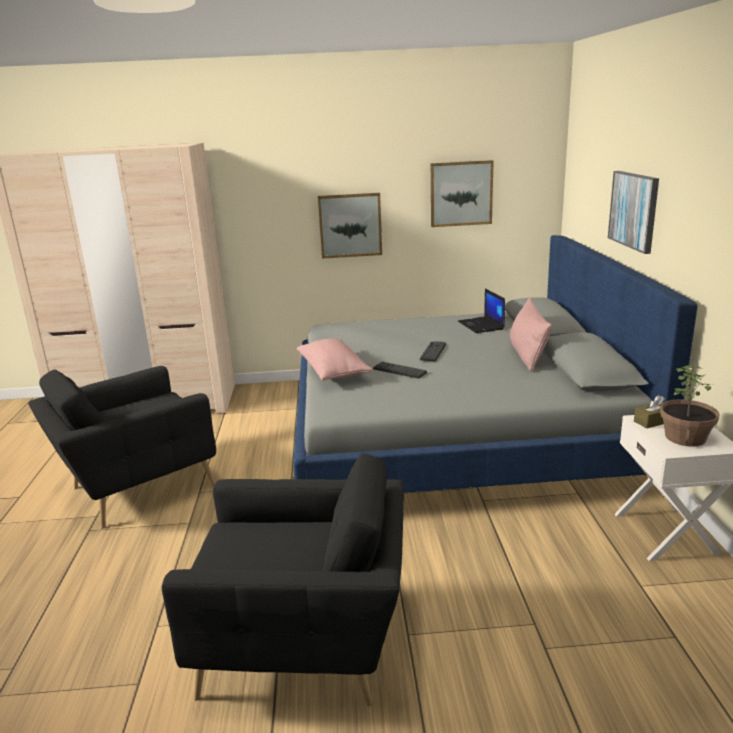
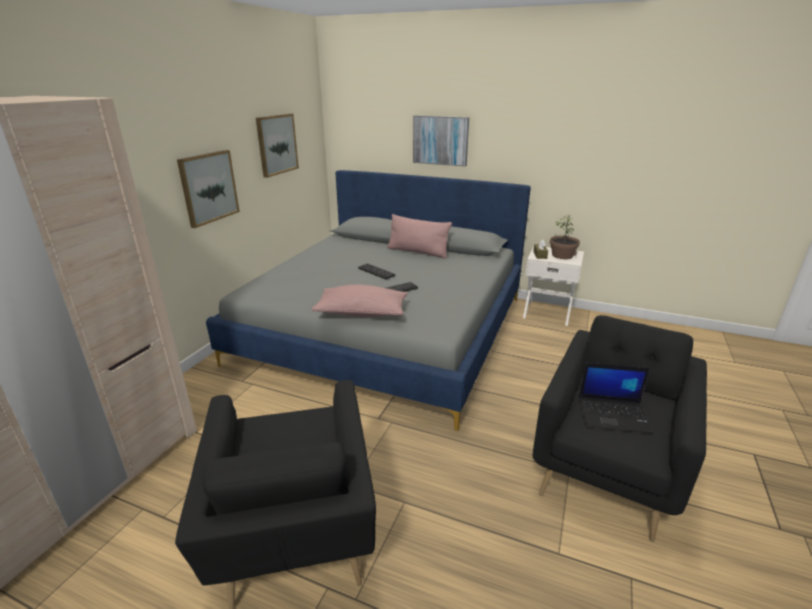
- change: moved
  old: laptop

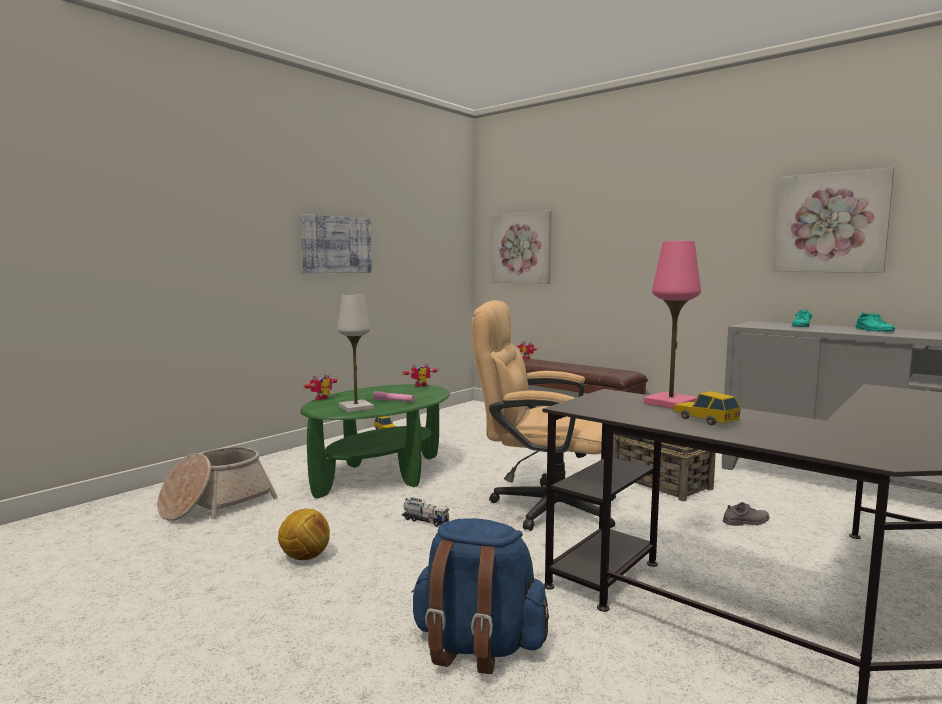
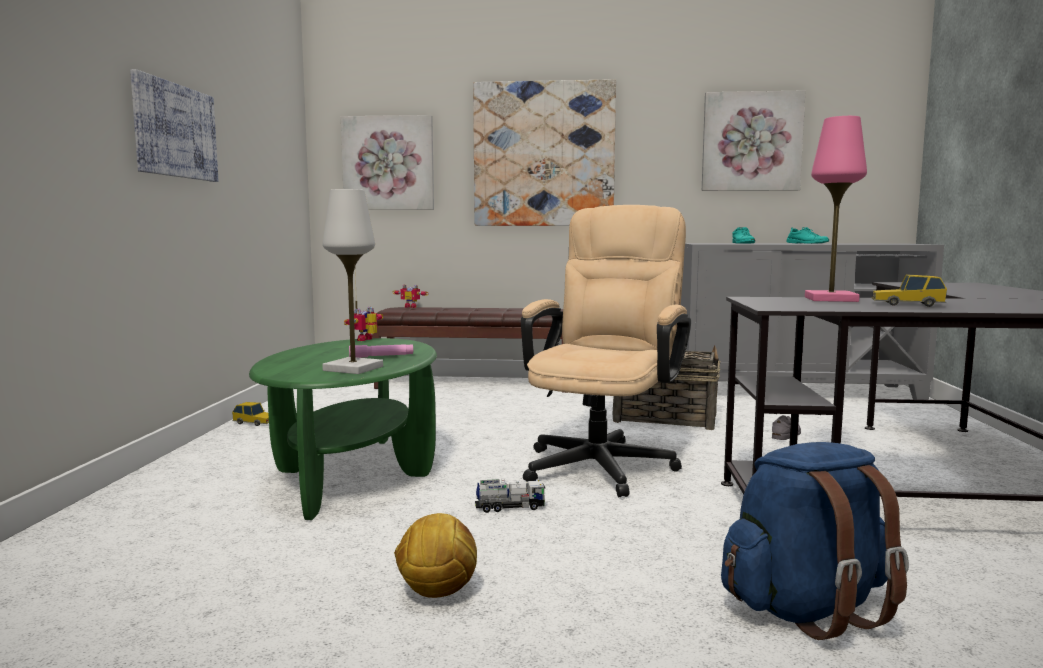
- change: added
  new: wall picture (3rd from left)
- change: turned
  old: beige office chair
  degrees: 135
- change: removed
  old: storage basket (1st from left)
- change: removed
  old: toy robot (1st from left)

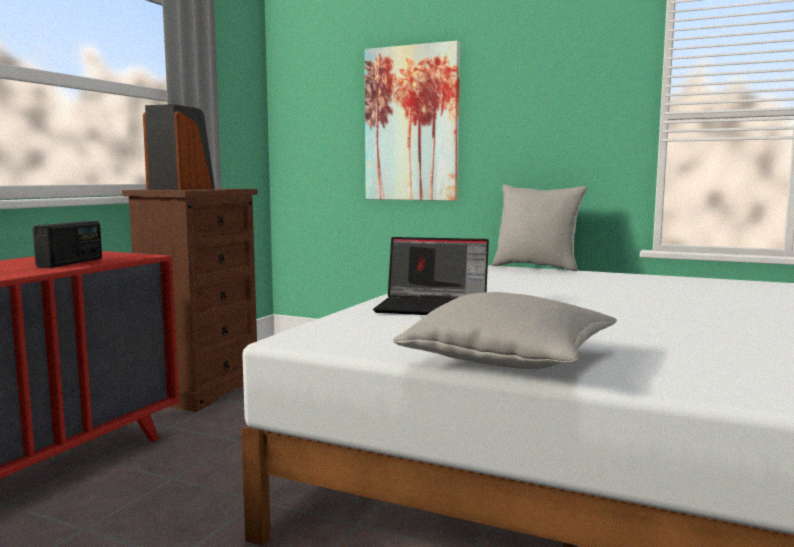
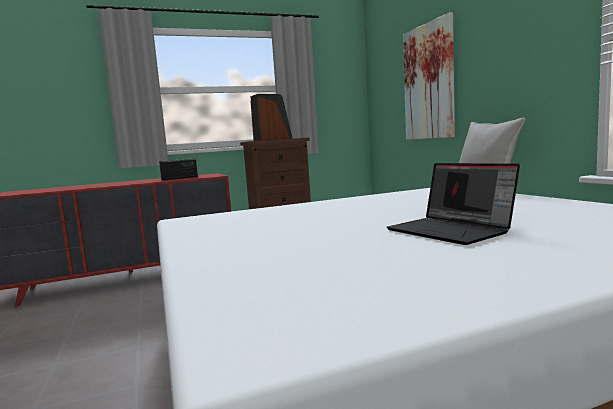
- change: moved
  old: laptop
- change: removed
  old: grey pillow (1st from left)

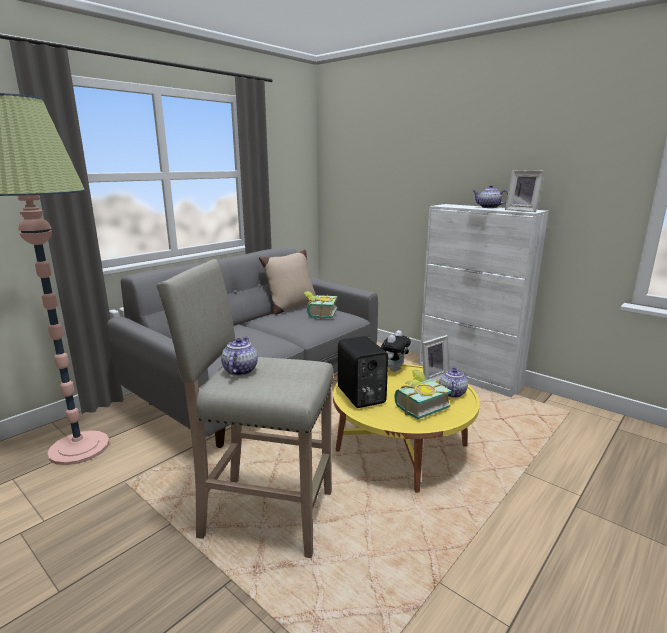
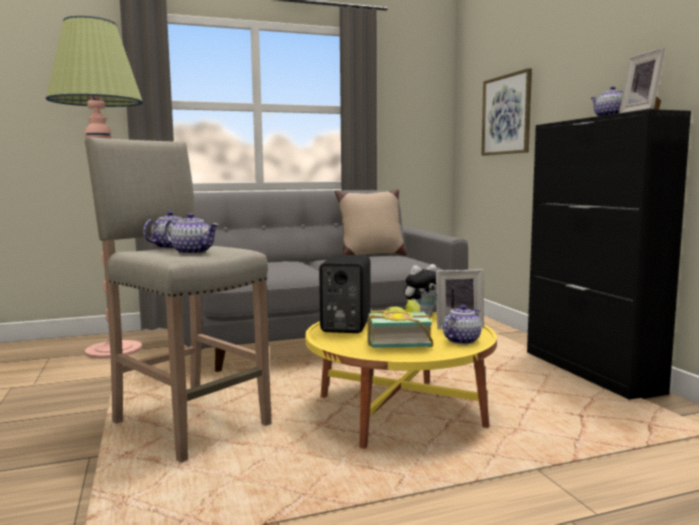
- change: added
  new: tea pot (2nd from left)
- change: added
  new: wall picture
- change: recoloured
  old: white-coloured cabinet
  new: black-coloured cabinet
- change: removed
  old: bound book (1st from left)

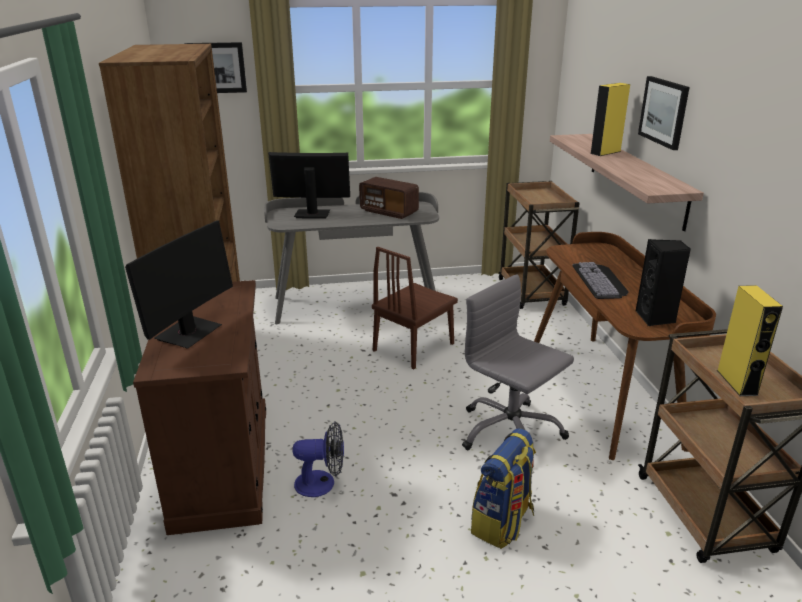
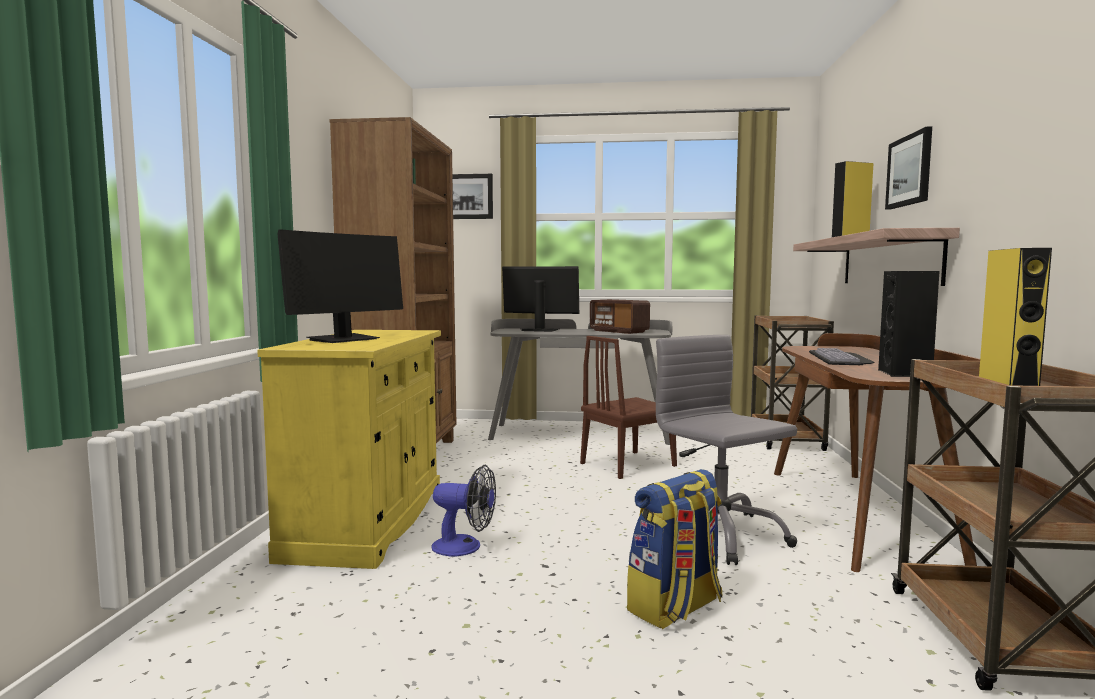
- change: recoloured
  old: brownish cabinet
  new: yellow cabinet

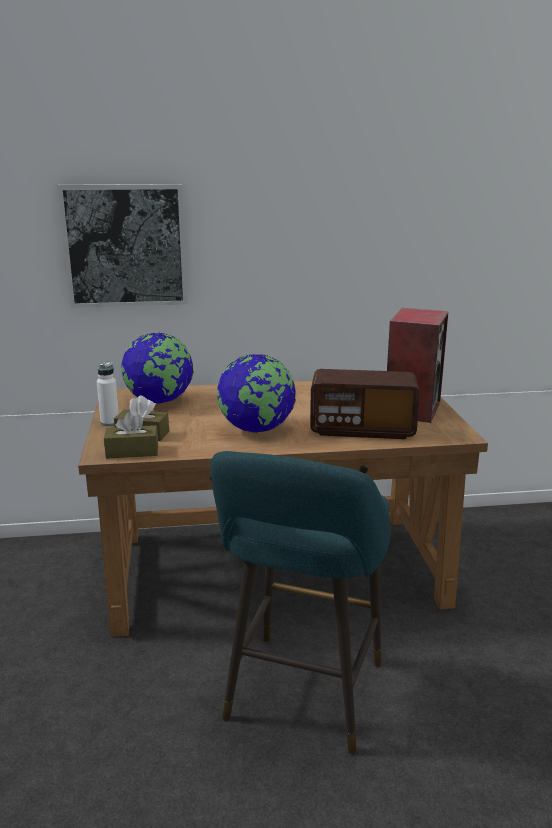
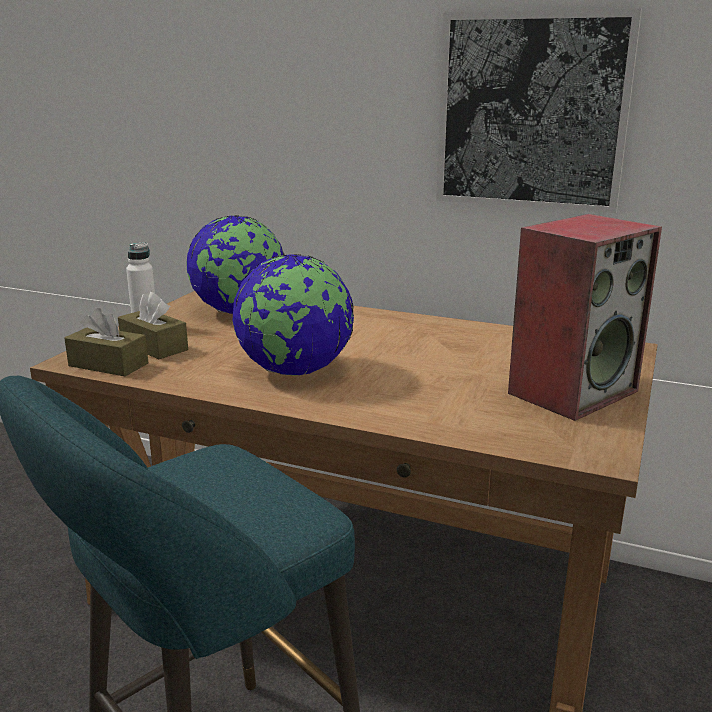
- change: moved
  old: wall picture
- change: removed
  old: radio receiver

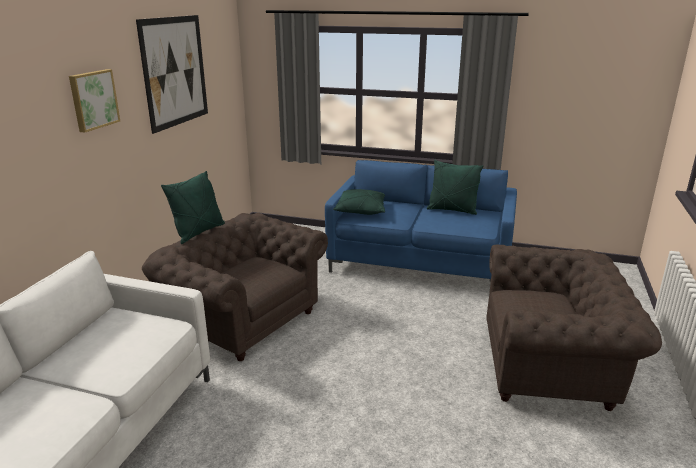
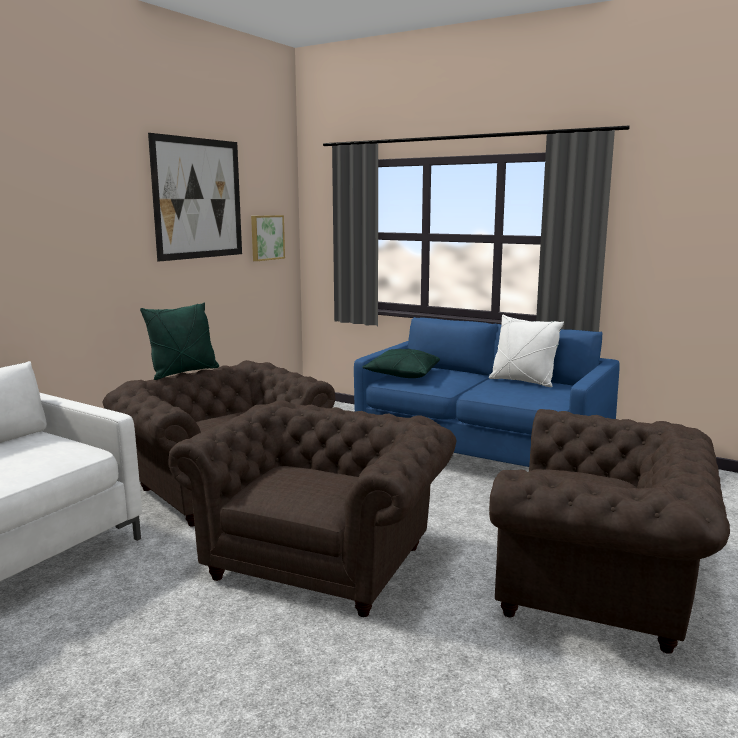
- change: added
  new: brownish easy chair (2nd from left)
- change: moved
  old: wall picture (1st from left in the first image)
  new: wall picture (2nd from left)
- change: recoloured
  old: green-coloured pillow (3rd from left)
  new: white-coloured pillow

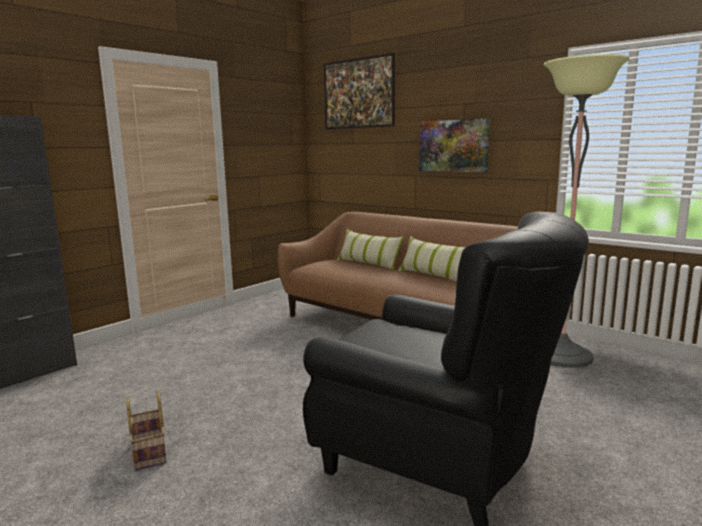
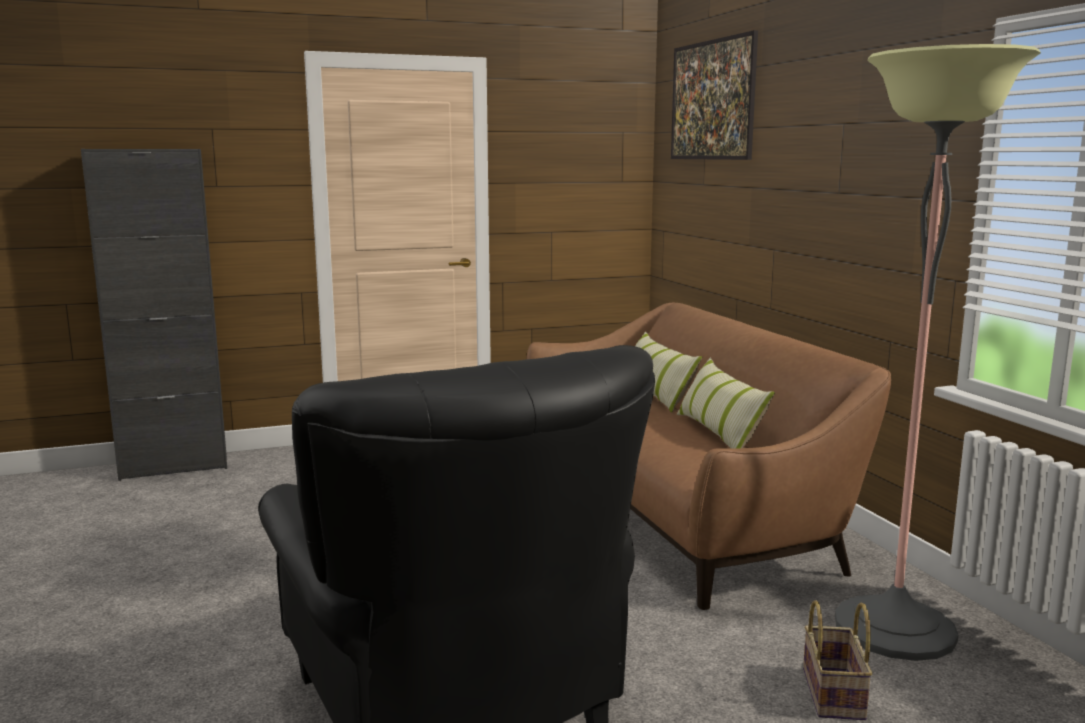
- change: moved
  old: storage basket
- change: removed
  old: wall picture (2nd from left)

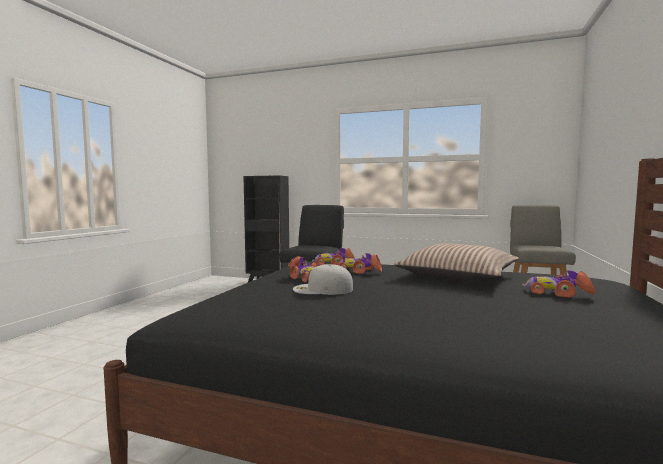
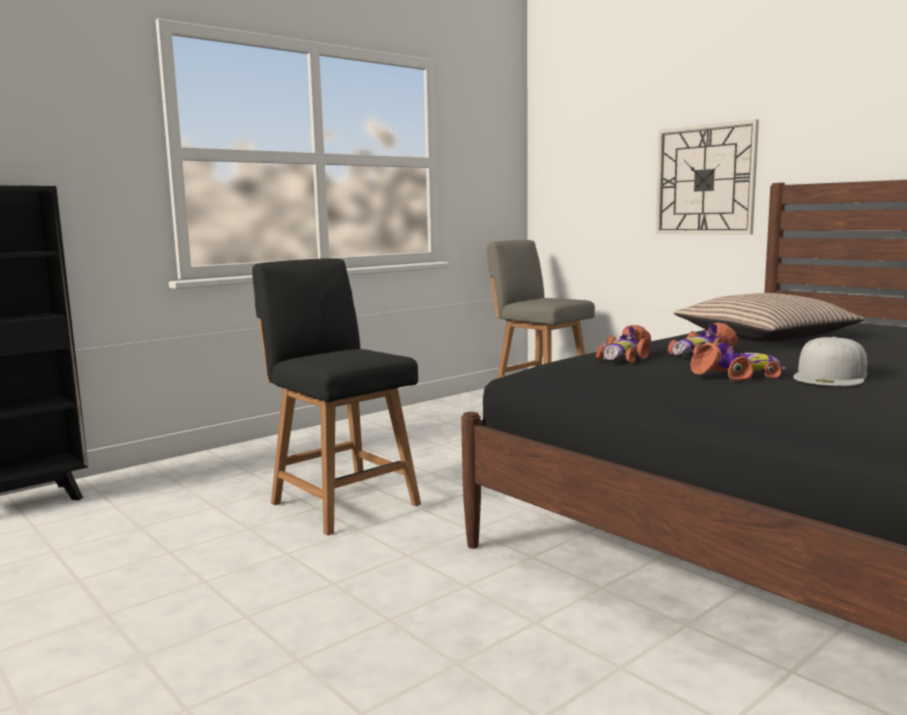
- change: added
  new: wall clock
- change: removed
  old: miniature car (4th from left)

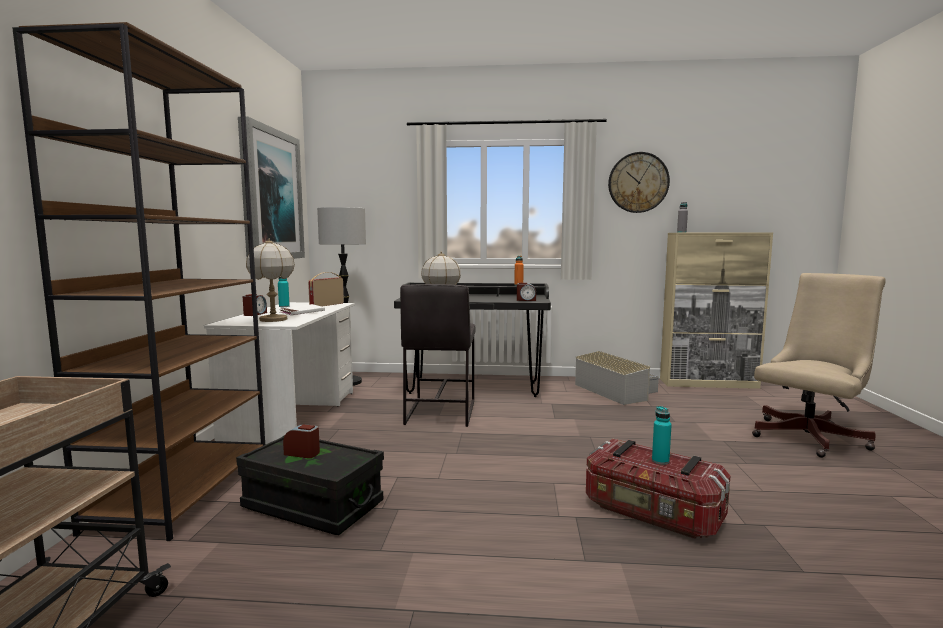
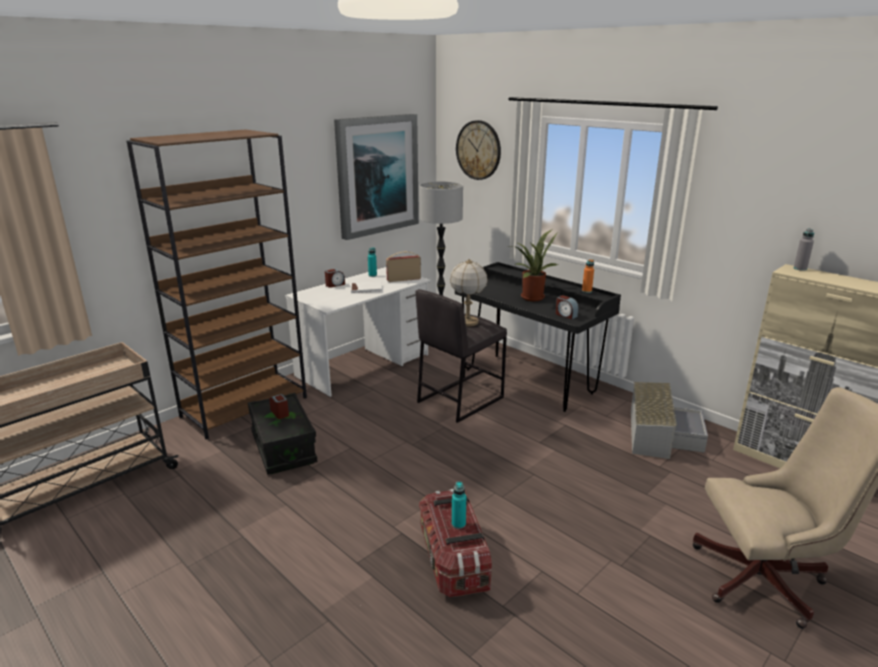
- change: moved
  old: wall clock
- change: added
  new: houseplant
- change: removed
  old: lamp for a table (1st from left)

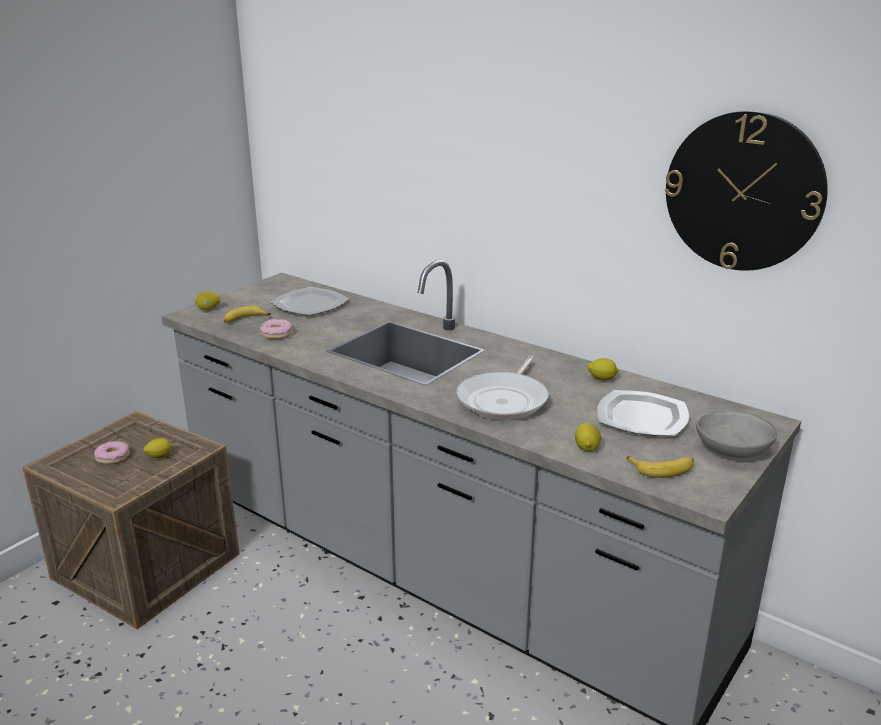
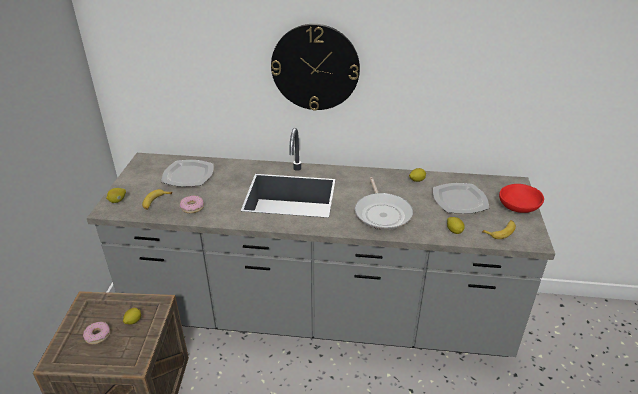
- change: moved
  old: wall clock
- change: recoloured
  old: grey serving bowl
  new: reddish serving bowl

